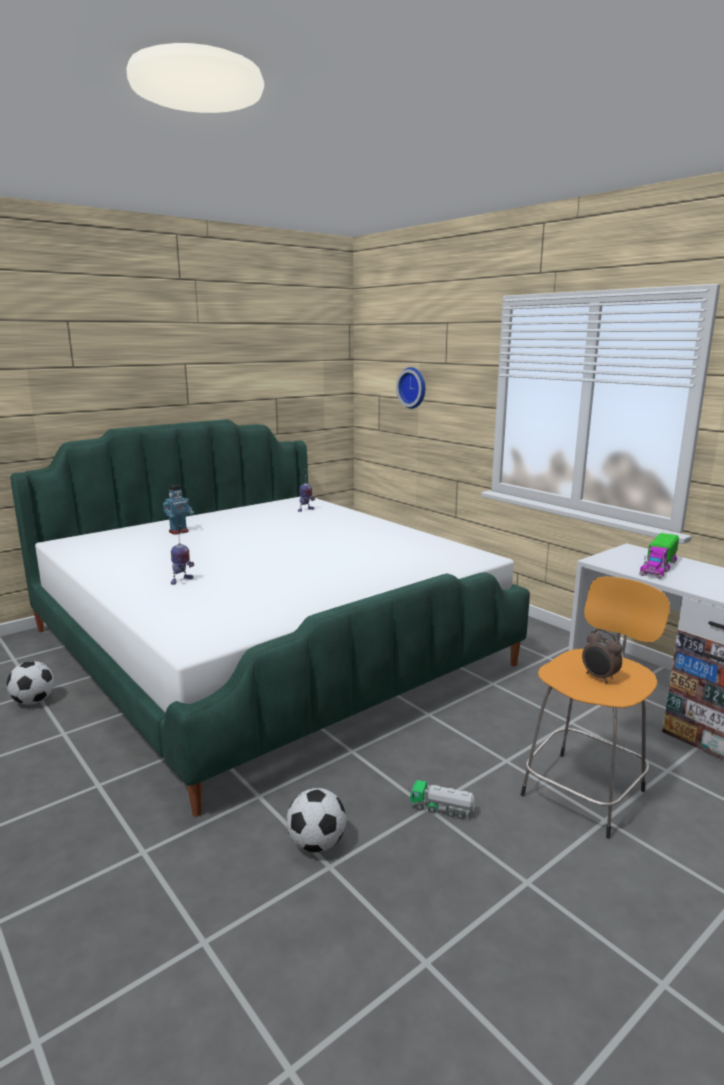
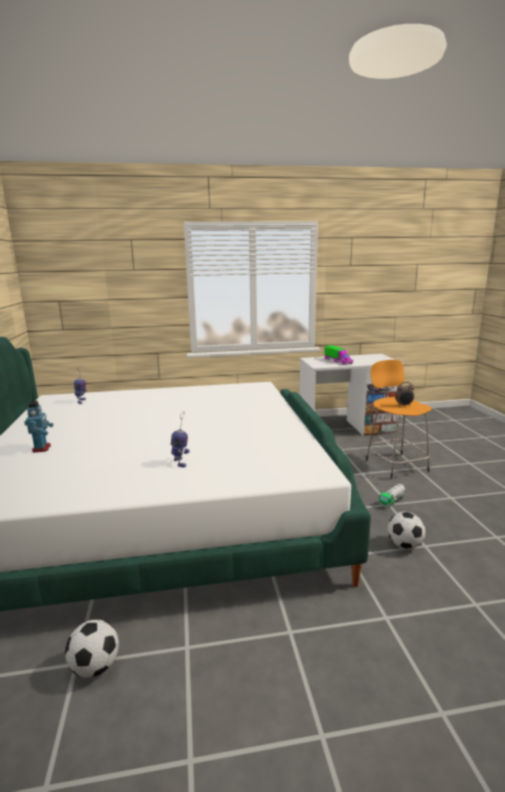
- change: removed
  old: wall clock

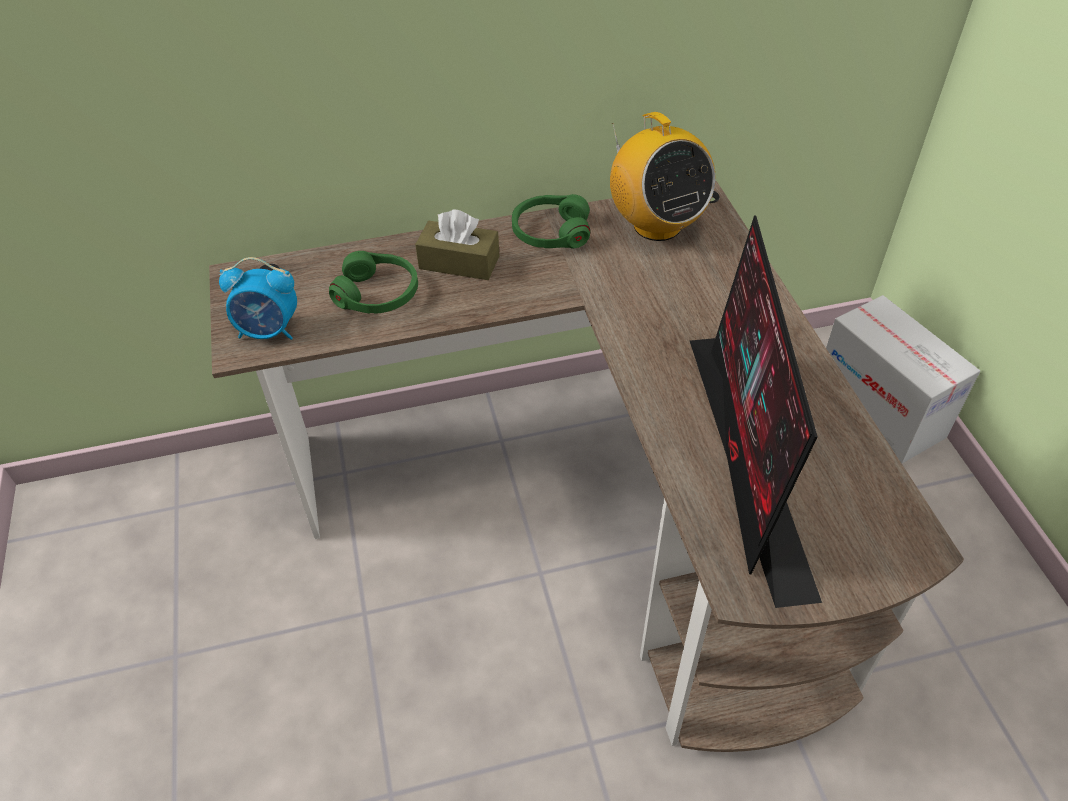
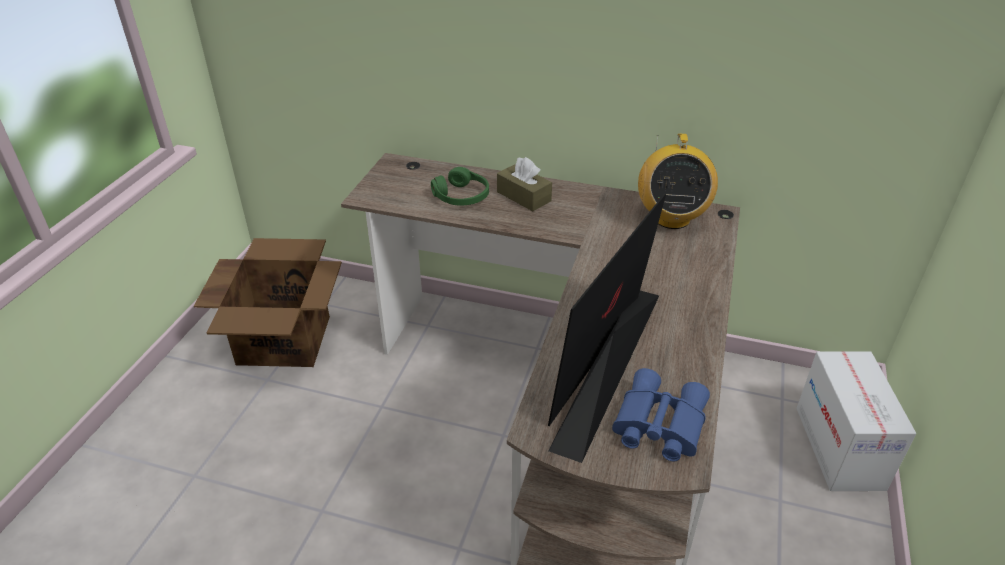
- change: added
  new: carton (1st from left)
- change: added
  new: bluish binoculars
- change: removed
  old: bedside clock
- change: removed
  old: green-coloured headset (2nd from left)

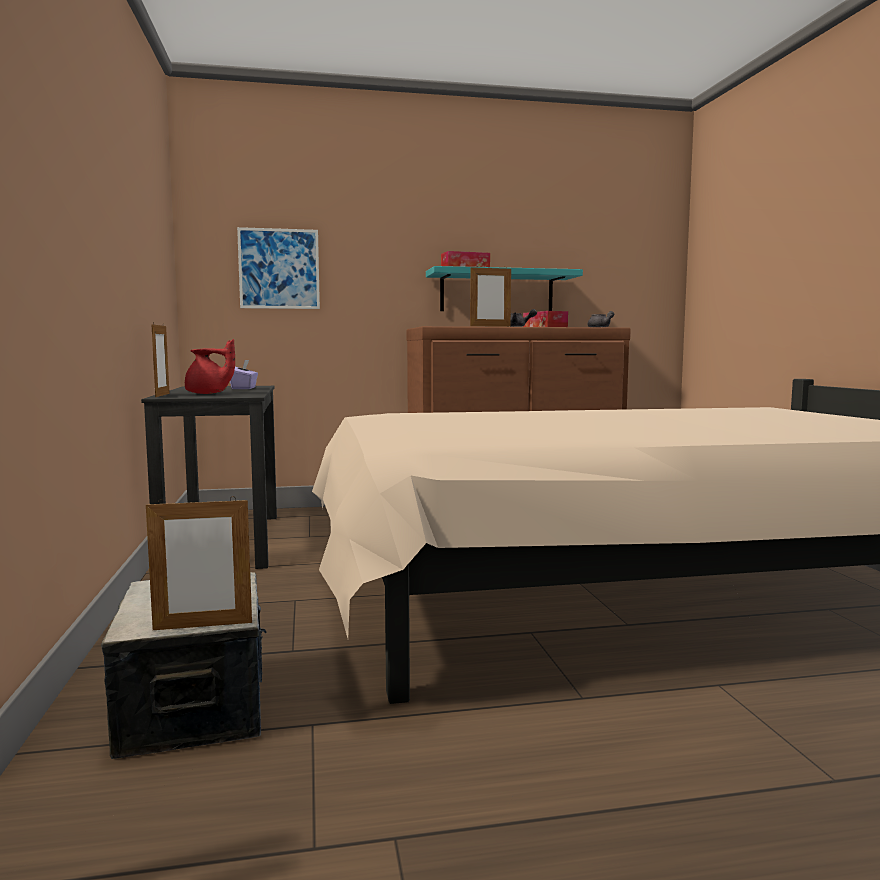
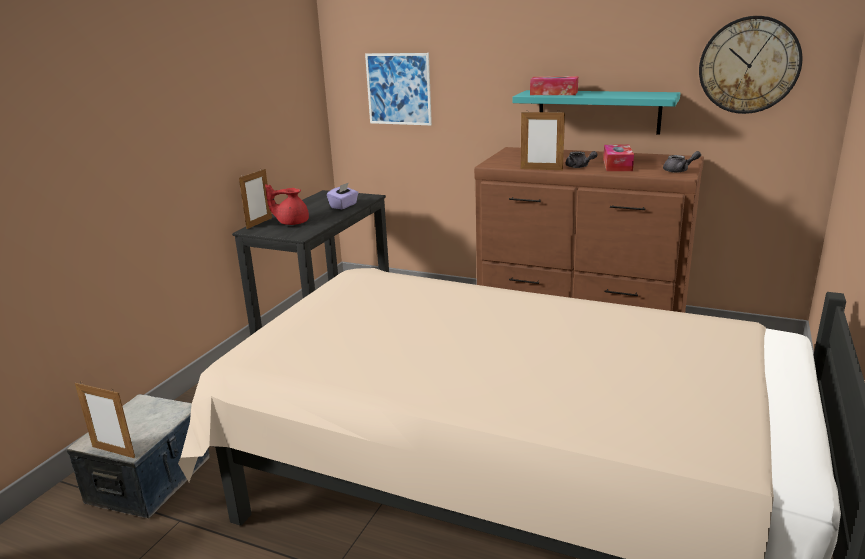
- change: turned
  old: reddish tea pot
  degrees: 135
- change: added
  new: wall clock

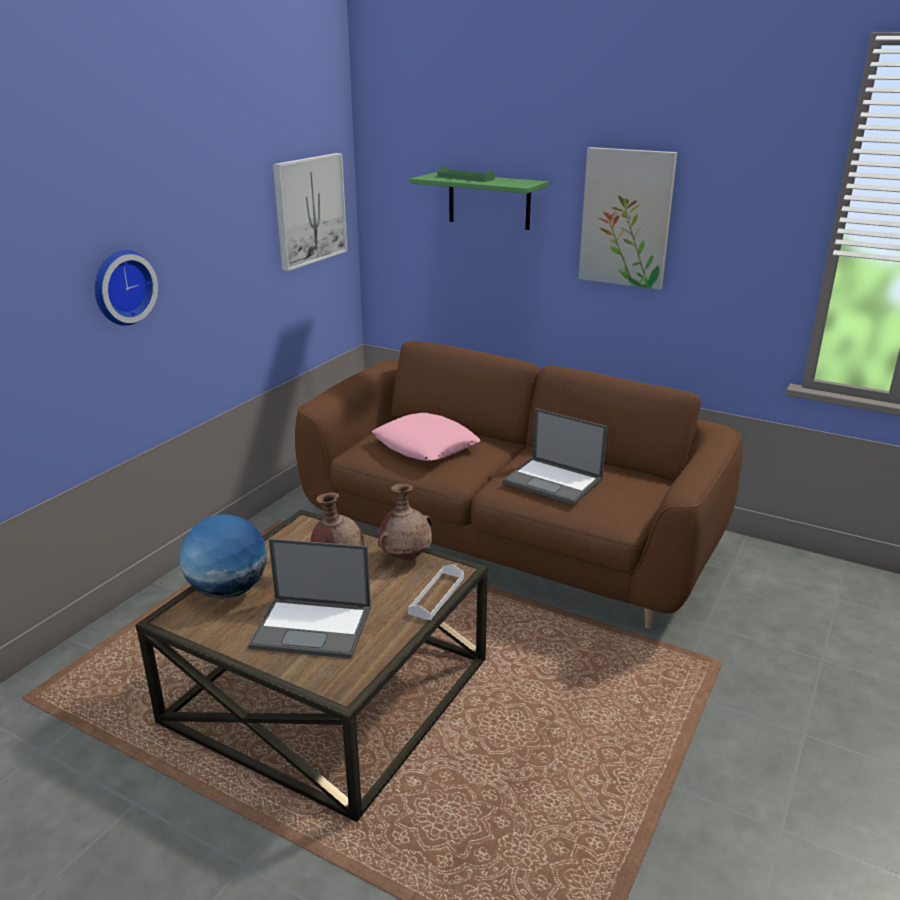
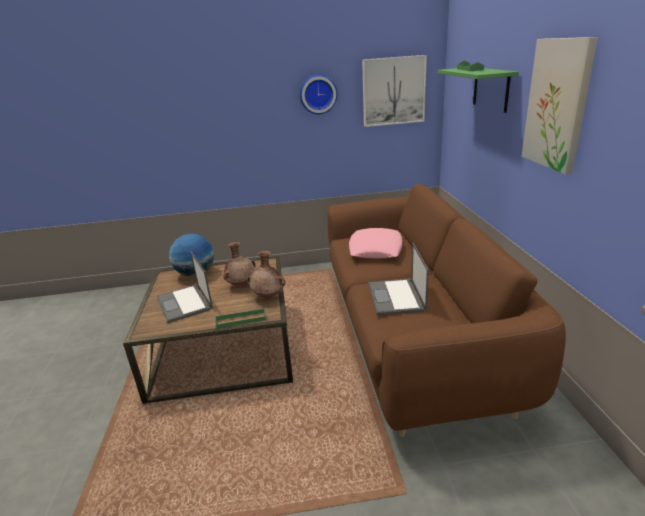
- change: recoloured
  old: white-coloured serving tray
  new: green-coloured serving tray (1st from left)
- change: moved
  old: wall clock

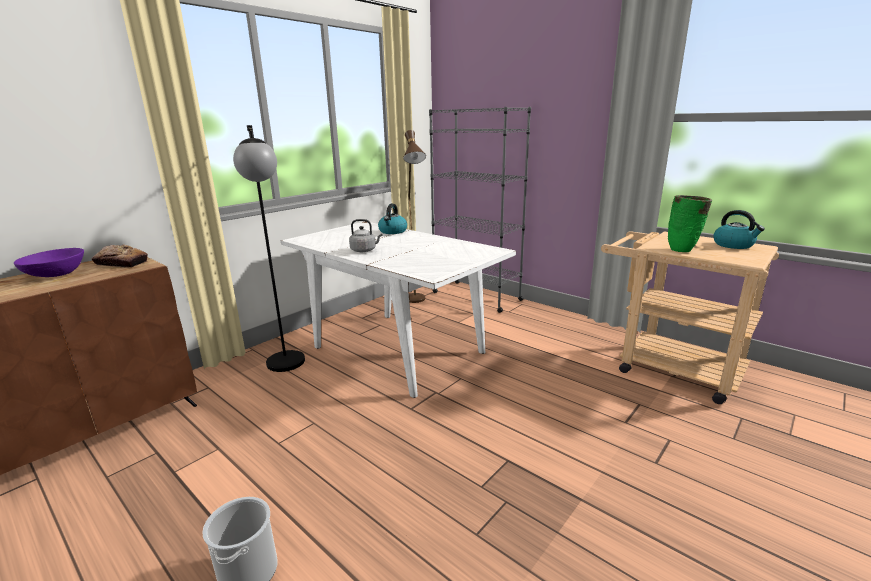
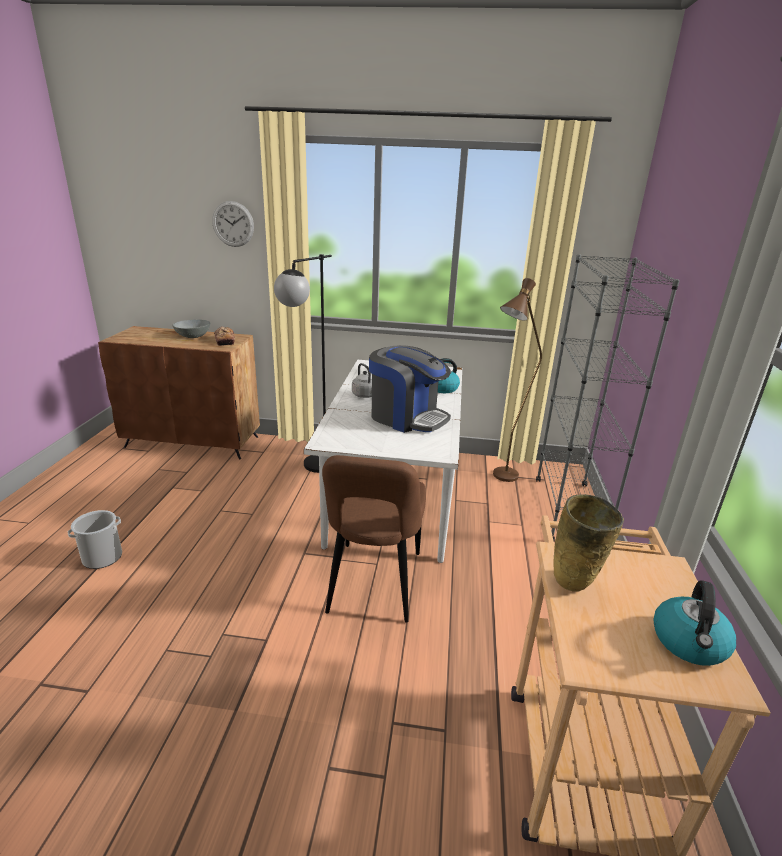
- change: recoloured
  old: purple-coloured serving bowl
  new: grey serving bowl
- change: added
  new: wall clock
- change: added
  new: brownish chair
- change: added
  new: coffee brewer
- change: recoloured
  old: green-coloured vase
  new: beige vase

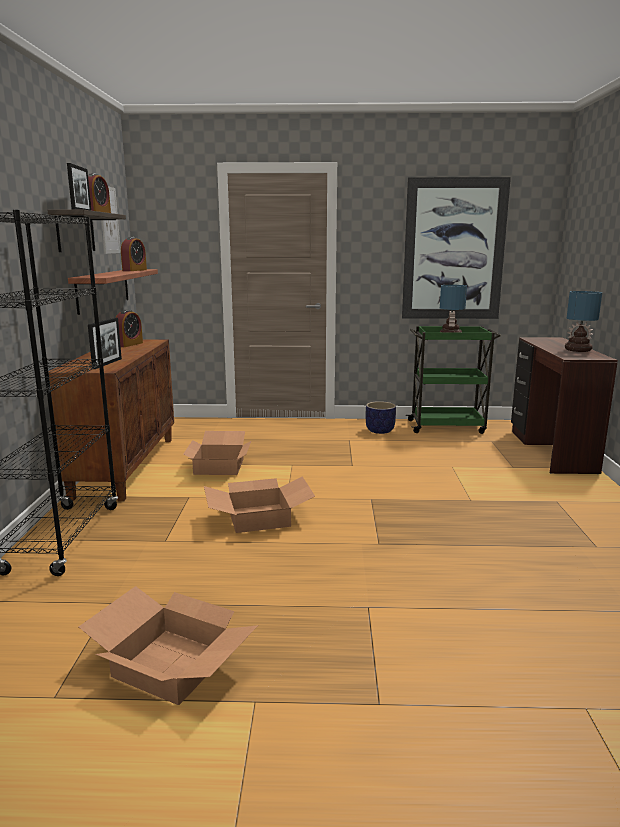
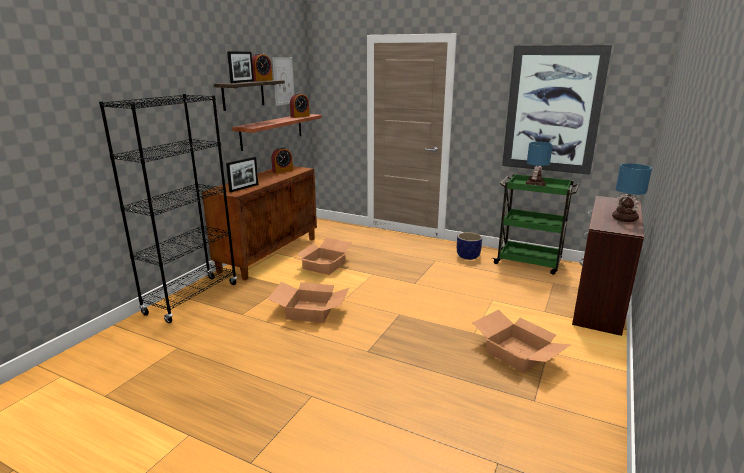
- change: moved
  old: carton (1st from left in the first image)
  new: carton (3rd from left)

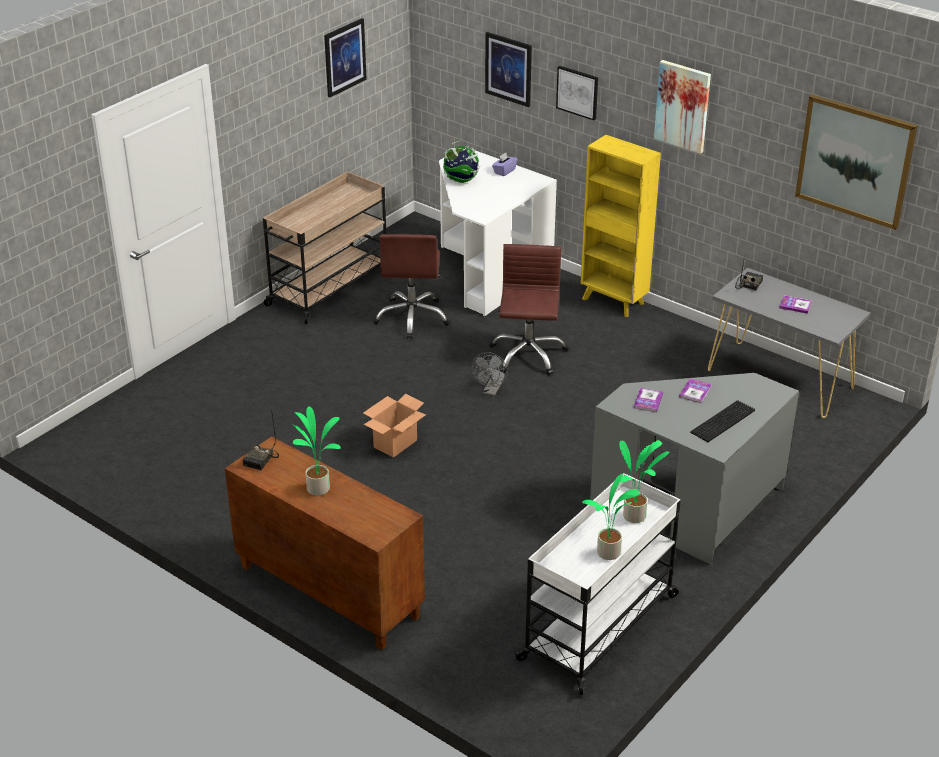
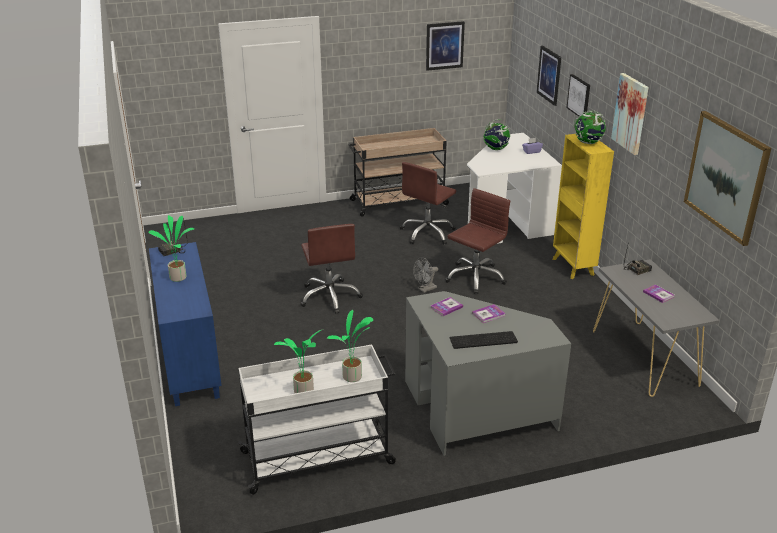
- change: recoloured
  old: brownish cabinet
  new: bluish cabinet
- change: replaced
  old: carton
  new: brownish office chair (1st from left)
- change: added
  new: desk globe (2nd from left)

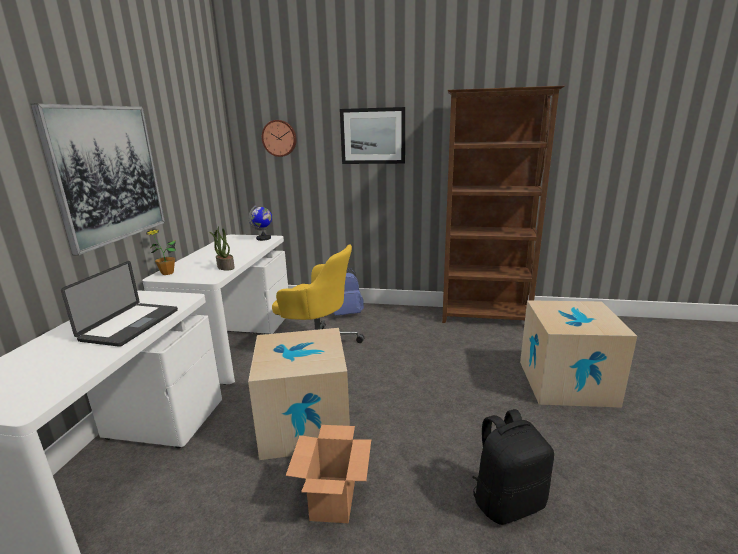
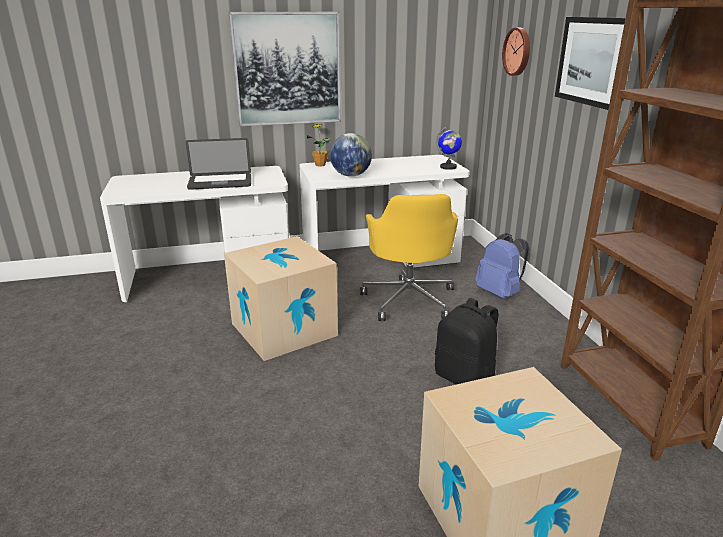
- change: replaced
  old: houseplant (2nd from left)
  new: desk globe (1st from left)
- change: moved
  old: black-coloured rucksack
- change: removed
  old: carton (2nd from left)

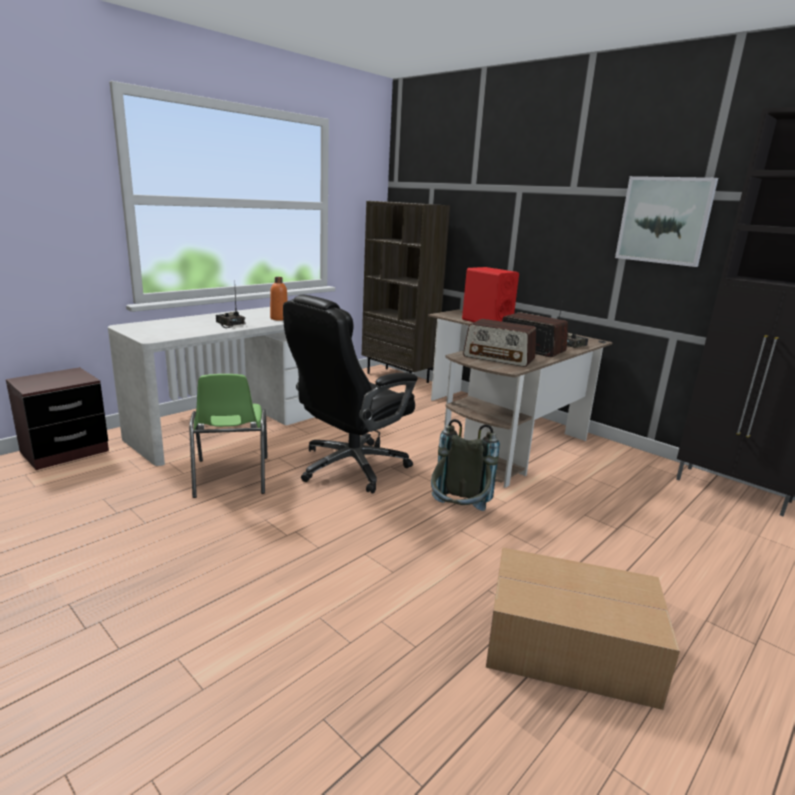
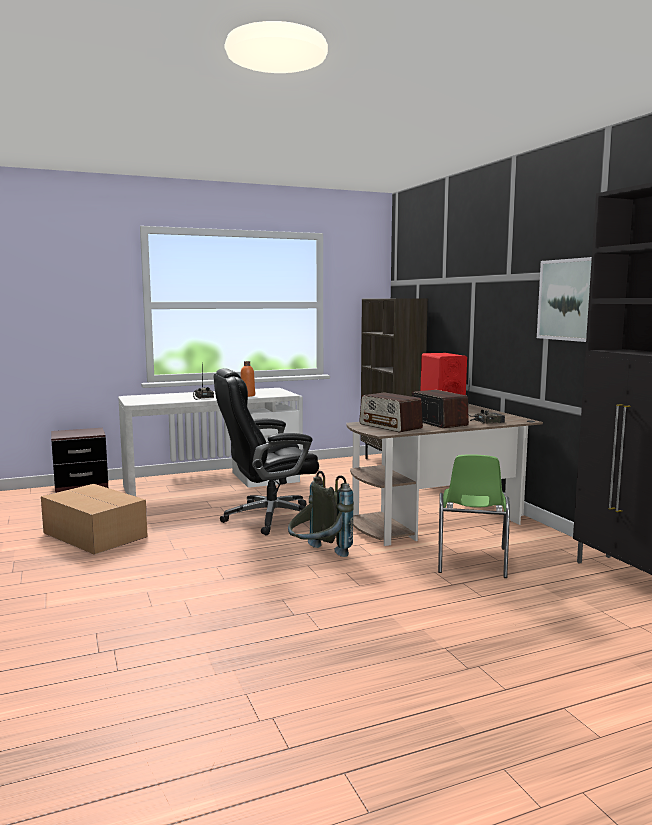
- change: moved
  old: carton
- change: moved
  old: green-coloured chair

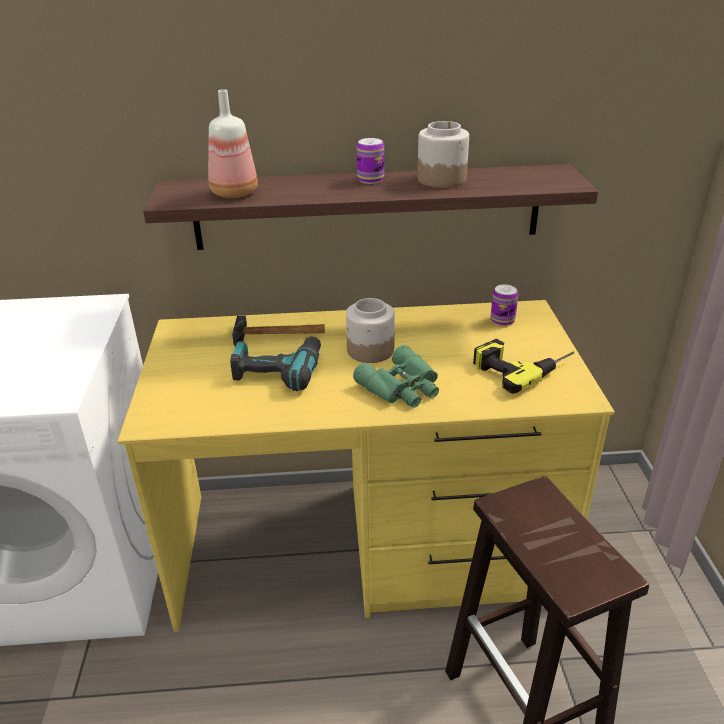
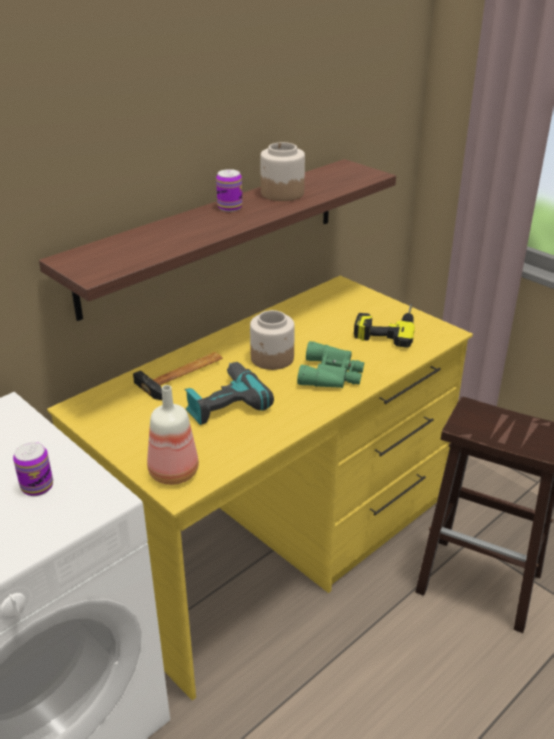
- change: moved
  old: sealed can (2nd from left in the first image)
  new: sealed can (1st from left)
- change: moved
  old: beverage bottle

